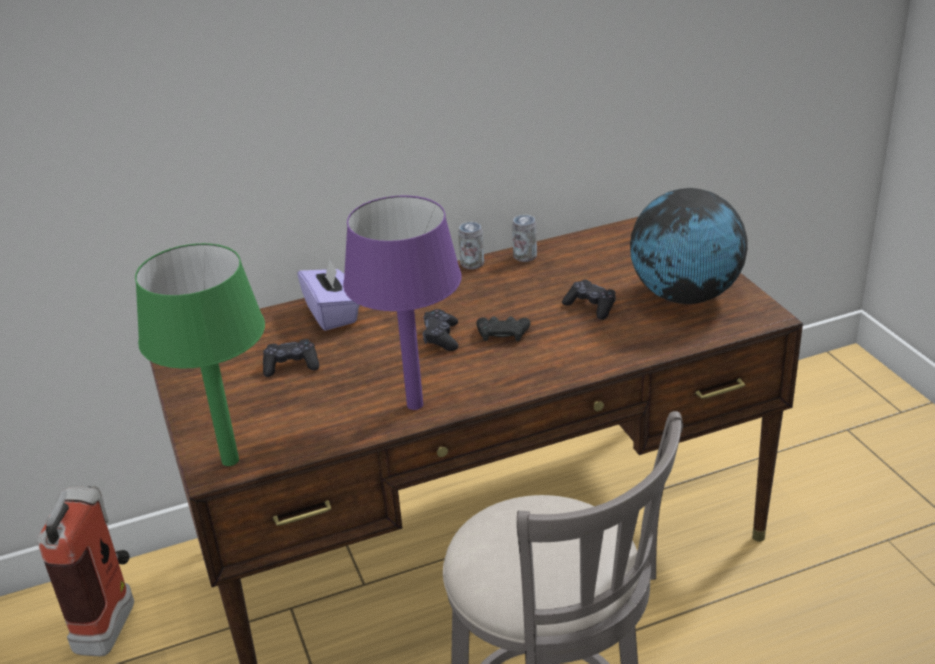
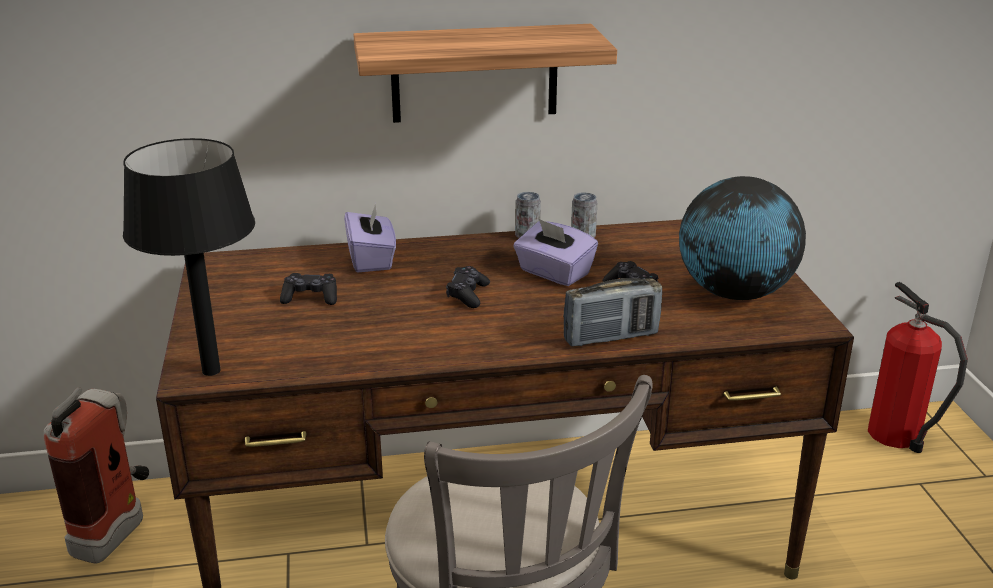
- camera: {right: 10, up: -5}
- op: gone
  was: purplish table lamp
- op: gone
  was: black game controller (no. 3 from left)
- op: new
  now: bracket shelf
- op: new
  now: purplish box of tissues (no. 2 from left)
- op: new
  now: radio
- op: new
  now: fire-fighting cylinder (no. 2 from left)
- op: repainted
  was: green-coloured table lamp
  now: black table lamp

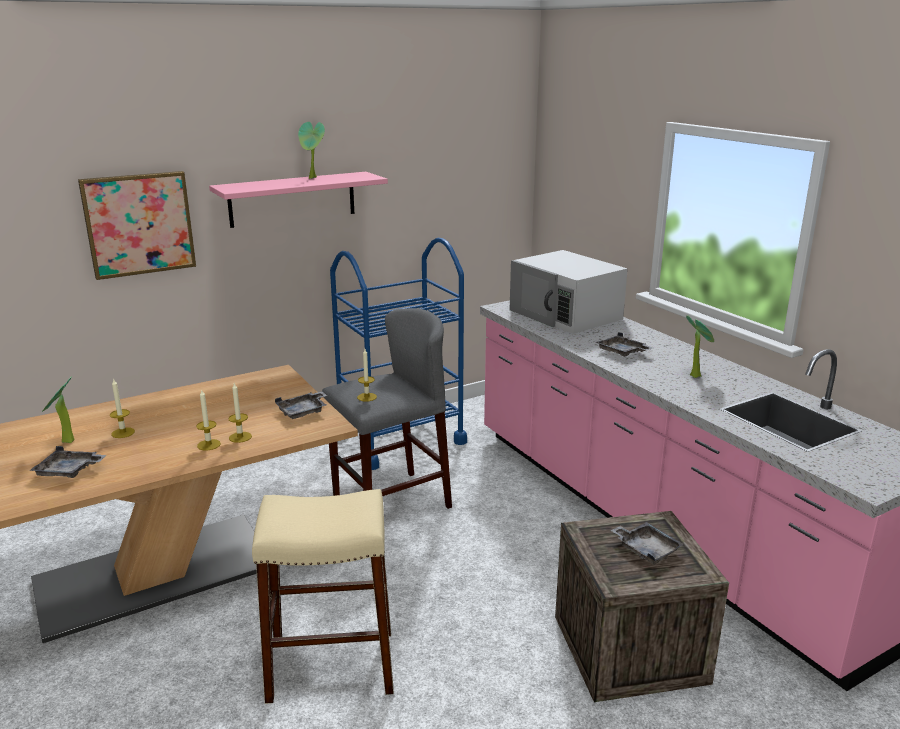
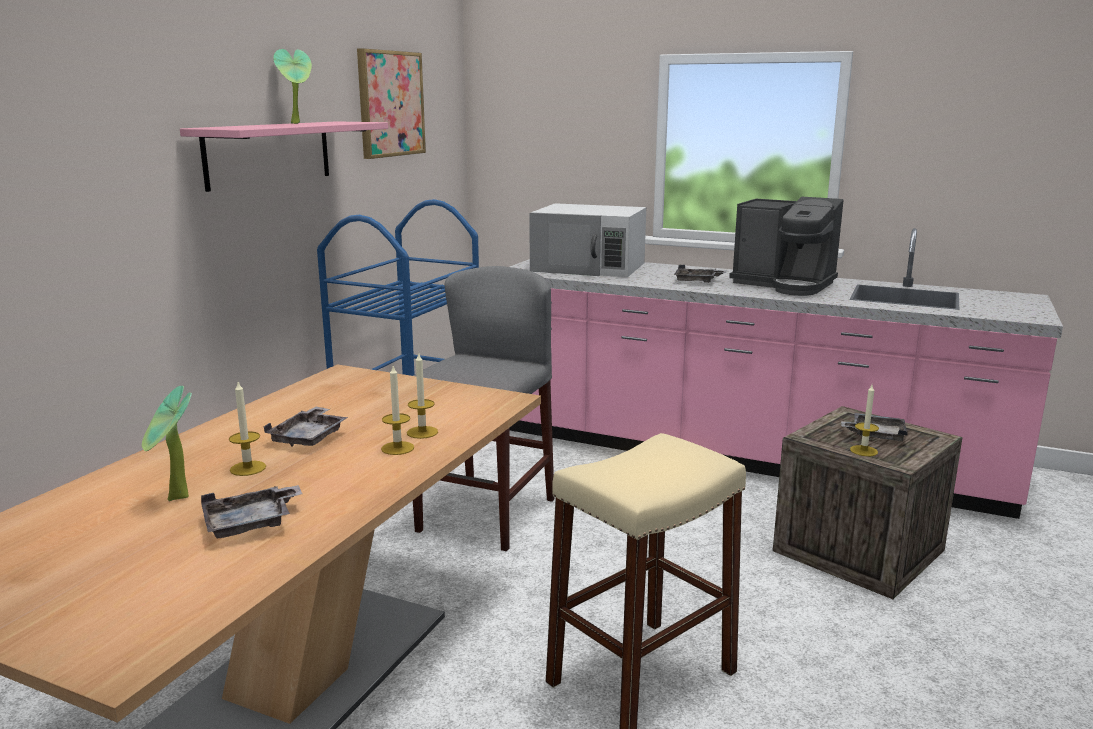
- camera: {right: -35, up: -5}
- op: shifted
  was: wall picture
- op: shifted
  was: gray carrying tray (no. 2 from left)
- op: shifted
  was: candle (no. 4 from left)
- op: swapped
  was: plant in a pot (no. 3 from left)
  now: coffee machine

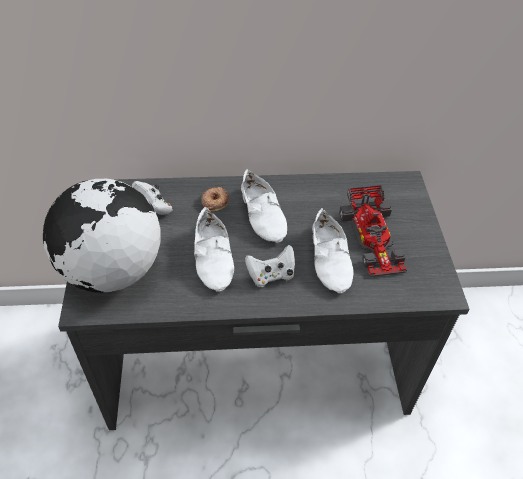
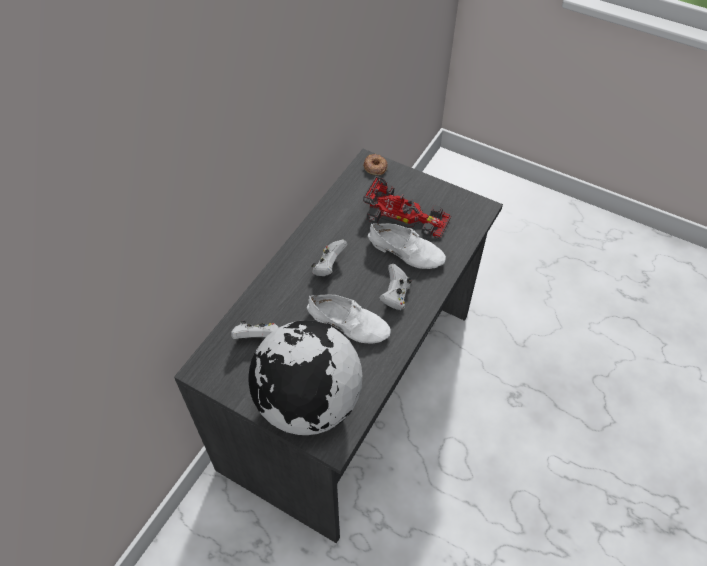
- camera: {right: -55, up: 5}
- op: shifted
  was: doughnut
- op: swapped
  was: white-coloured shoe (no. 2 from left)
  now: white-coloured game controller (no. 2 from left)

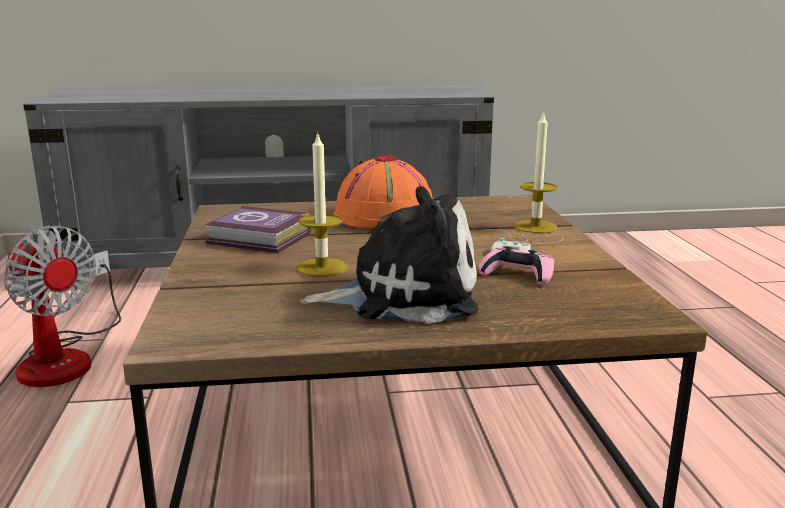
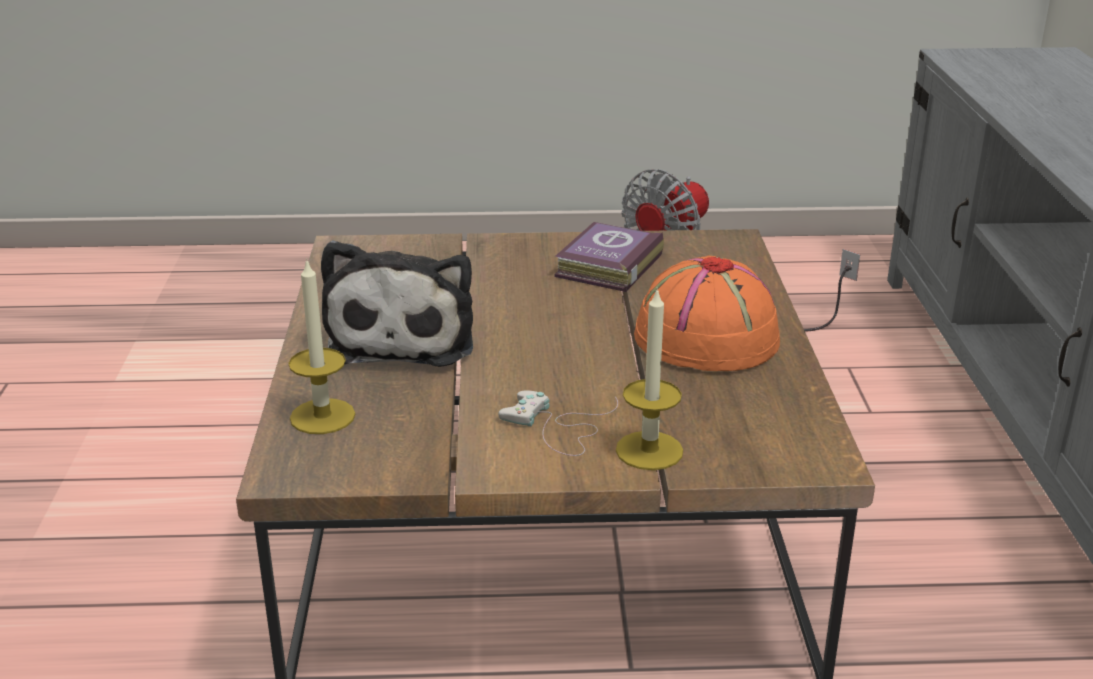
- camera: {right: 95, up: 10}
- op: gone
  was: pink-coloured game controller
- op: shifted
  was: candle (no. 1 from left)

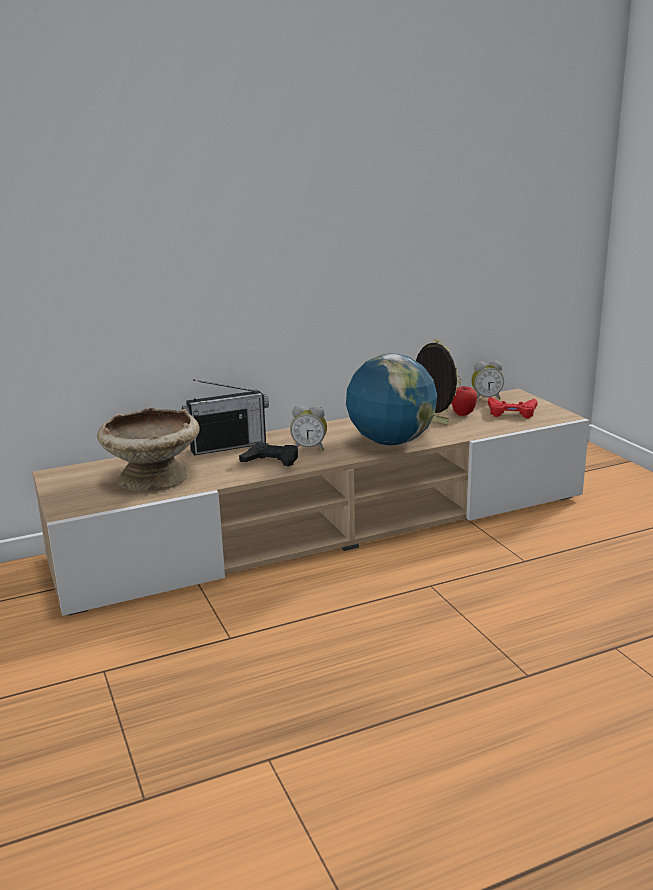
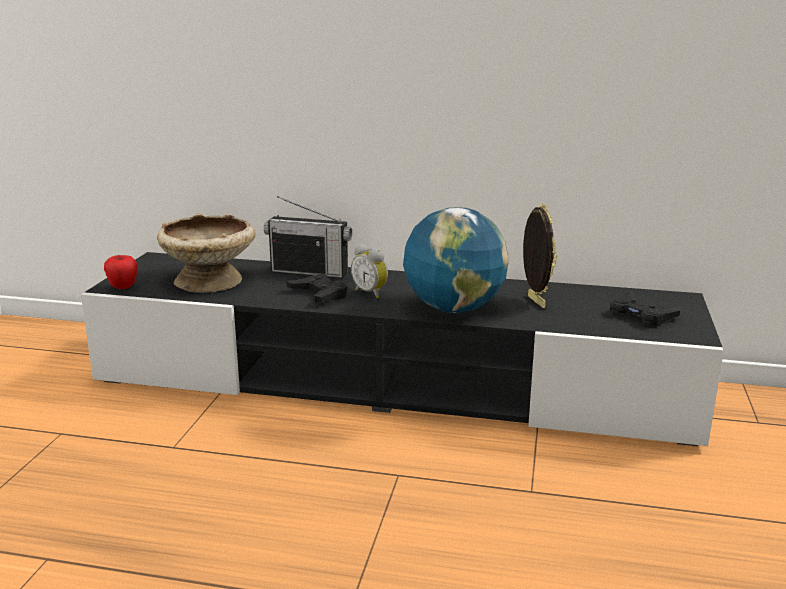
- camera: {right: 35, up: 0}
- op: gone
  was: bedside clock (no. 2 from left)
- op: shifted
  was: whole apple
- op: repainted
  was: beige-coloured tv unit
  now: black tv unit
- op: repainted
  was: red-coloured game controller
  now: black game controller (no. 2 from left)

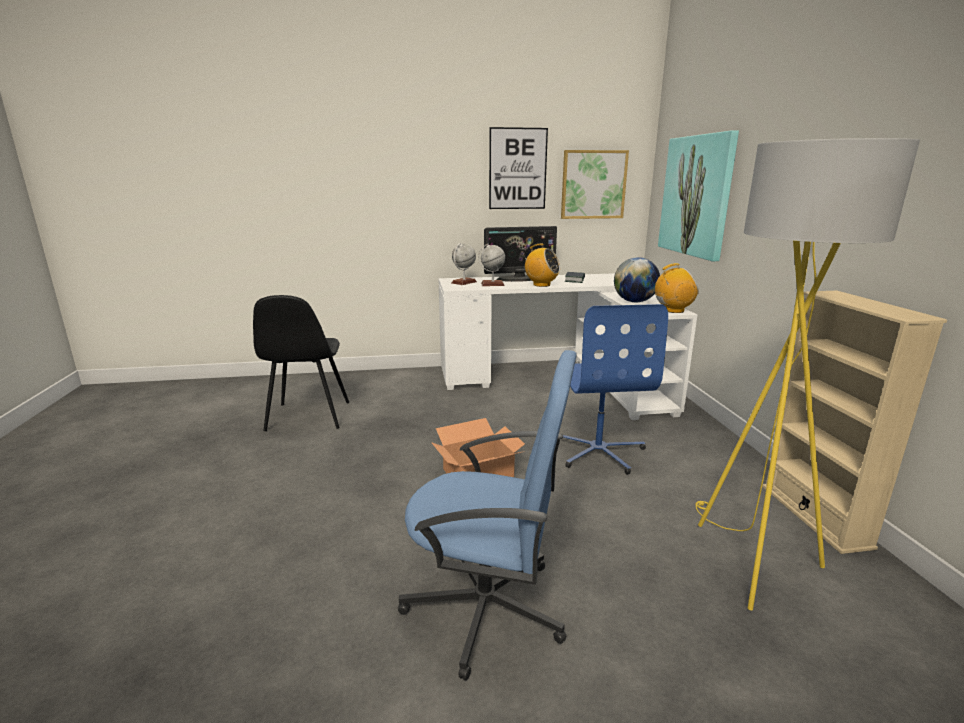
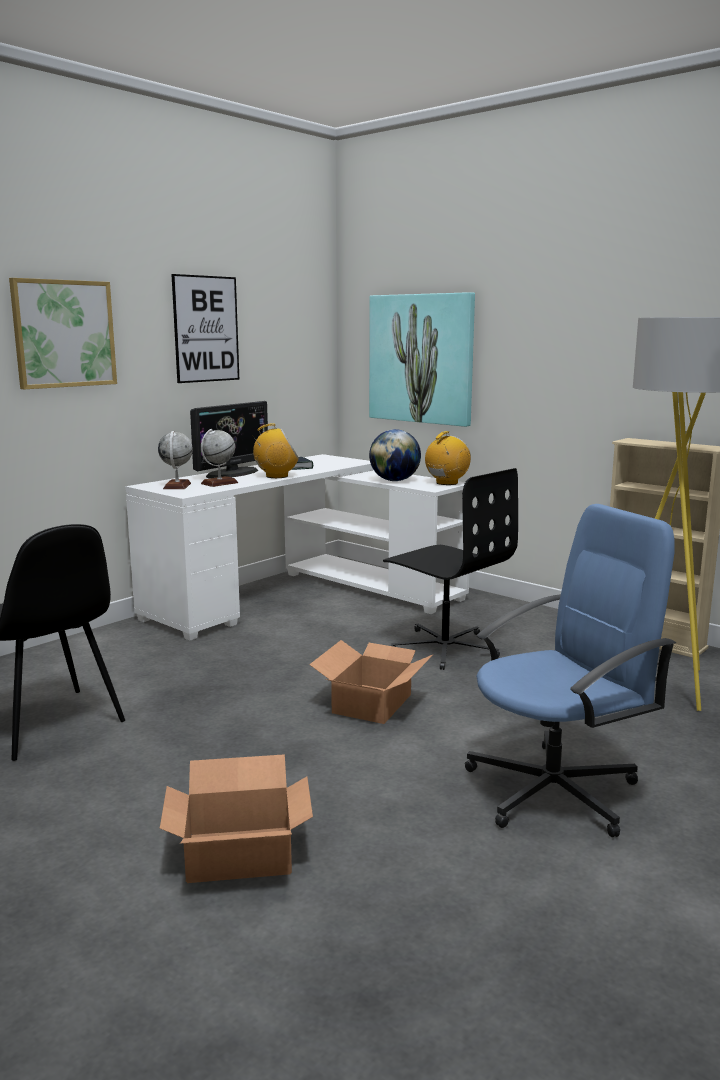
- camera: {right: -40, up: -5}
- op: new
  now: packing box (no. 1 from left)
- op: shifted
  was: wall picture (no. 2 from left in the first image)
  now: wall picture (no. 1 from left)
- op: repainted
  was: bluish office chair (no. 2 from left)
  now: black office chair

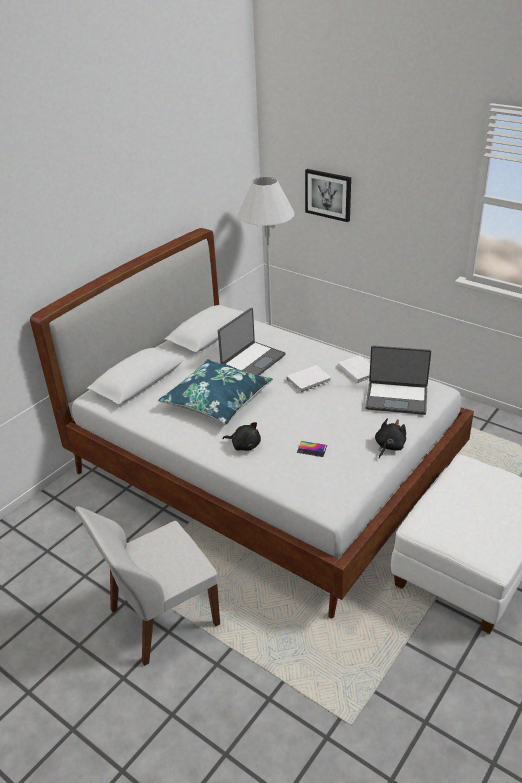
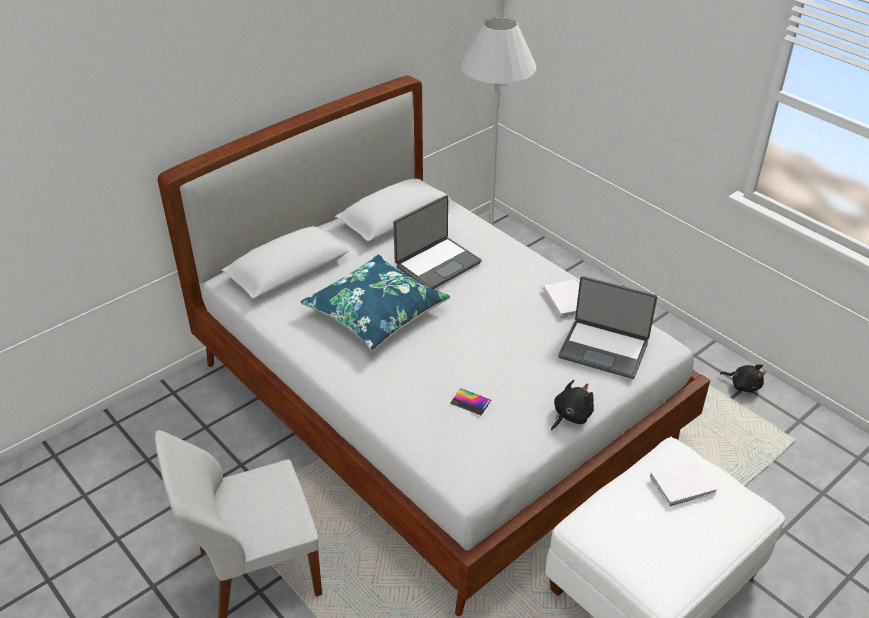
- camera: {right: 10, up: 5}
- op: gone
  was: wall picture
- op: shifted
  was: black soft toy (no. 1 from left in the first image)
  now: black soft toy (no. 2 from left)
- op: shifted
  was: white-coloured volume (no. 1 from left in the first image)
  now: white-coloured volume (no. 2 from left)

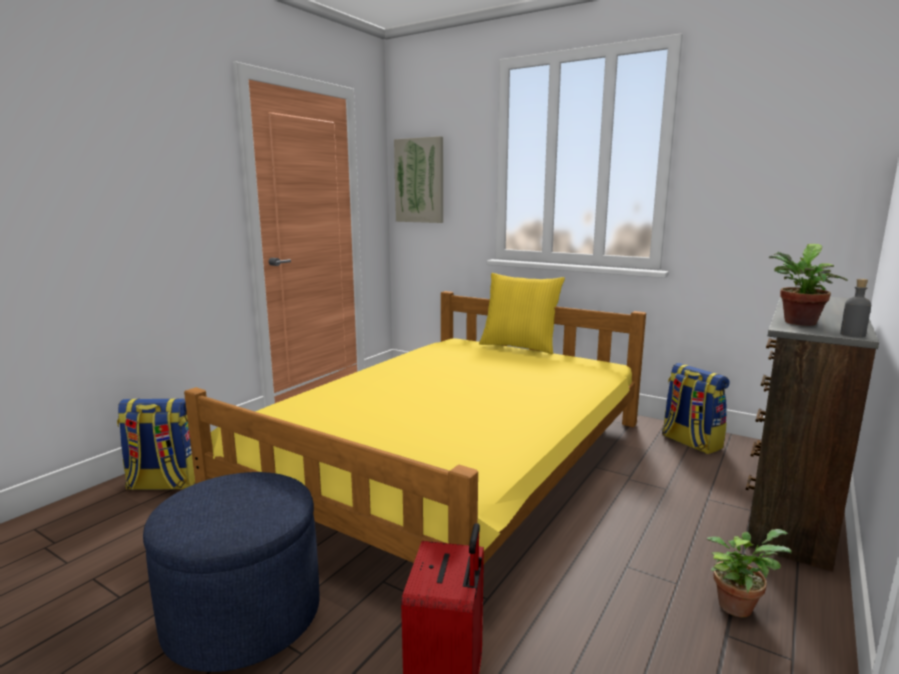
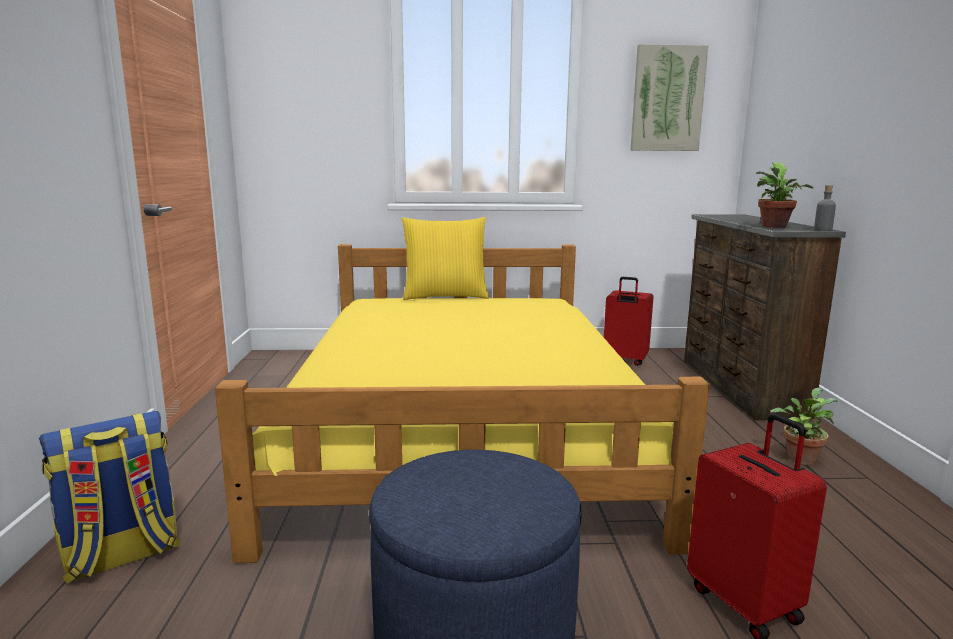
- camera: {right: -35, up: 0}
- op: shifted
  was: wall picture
- op: swapped
  was: rucksack (no. 2 from left)
  now: red-coloured piece of luggage (no. 1 from left)

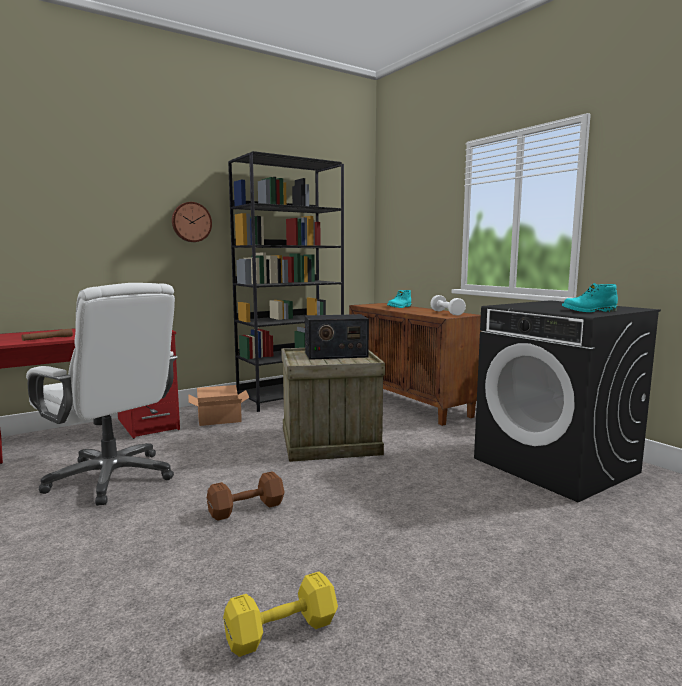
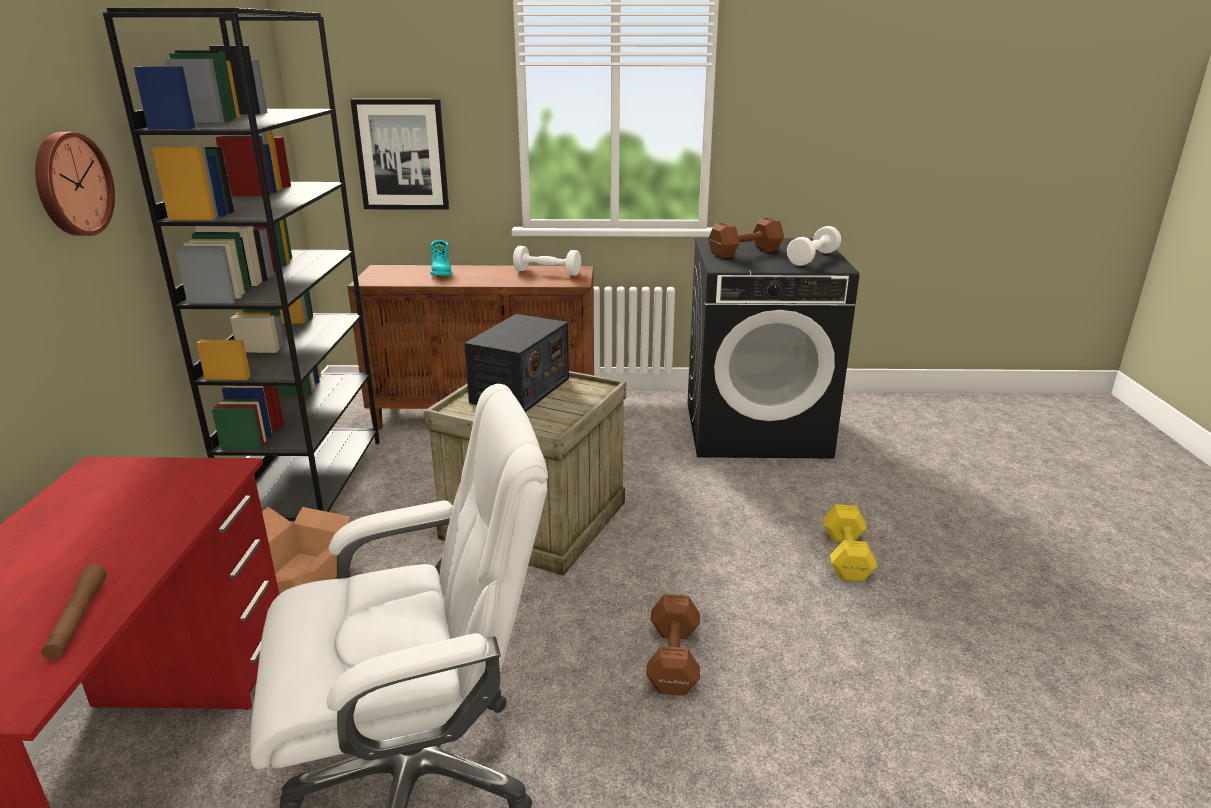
- camera: {right: -55, up: 15}
- op: new
  now: wall picture
- op: new
  now: brownish hand weight (no. 2 from left)
- op: shifted
  was: yellow-coloured hand weight
- op: swapped
  was: turquoise boot (no. 2 from left)
  now: white-coloured hand weight (no. 2 from left)

